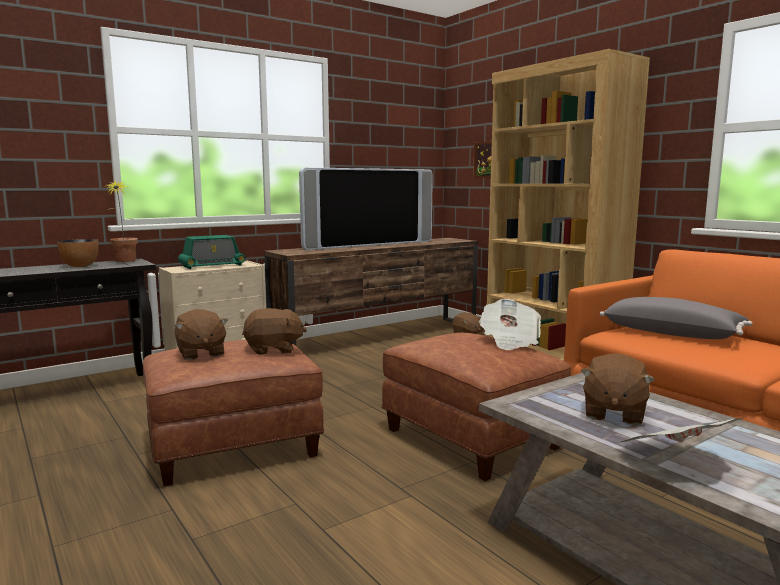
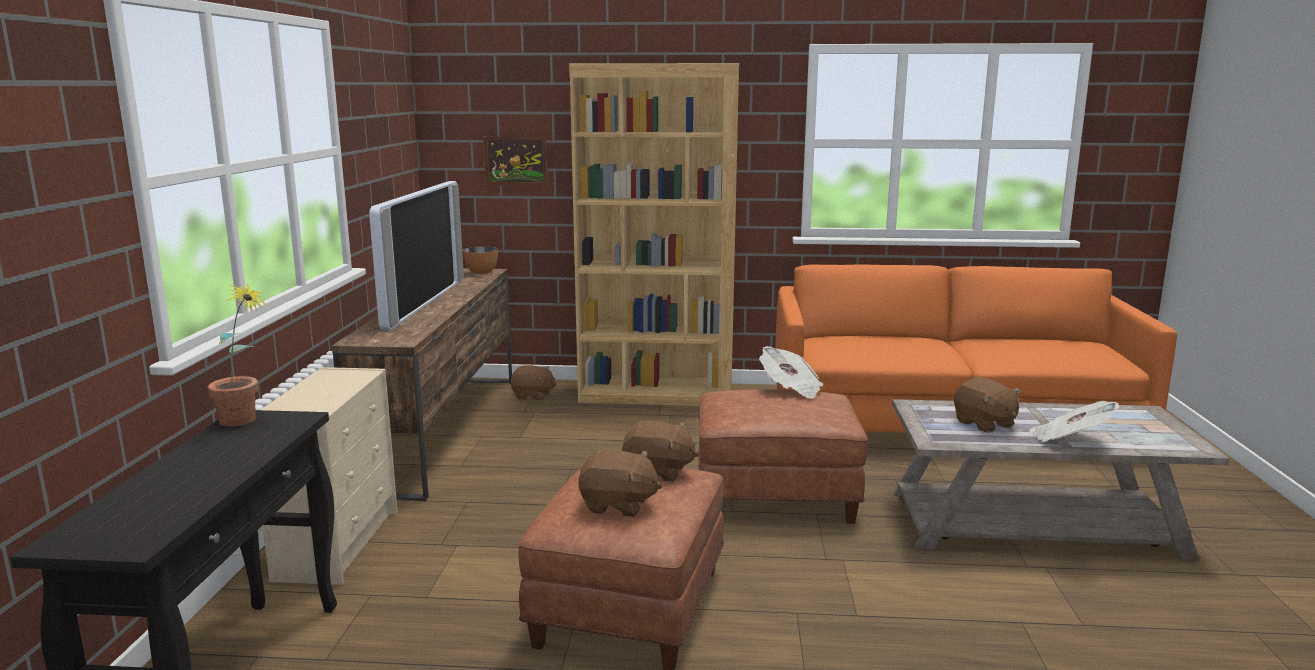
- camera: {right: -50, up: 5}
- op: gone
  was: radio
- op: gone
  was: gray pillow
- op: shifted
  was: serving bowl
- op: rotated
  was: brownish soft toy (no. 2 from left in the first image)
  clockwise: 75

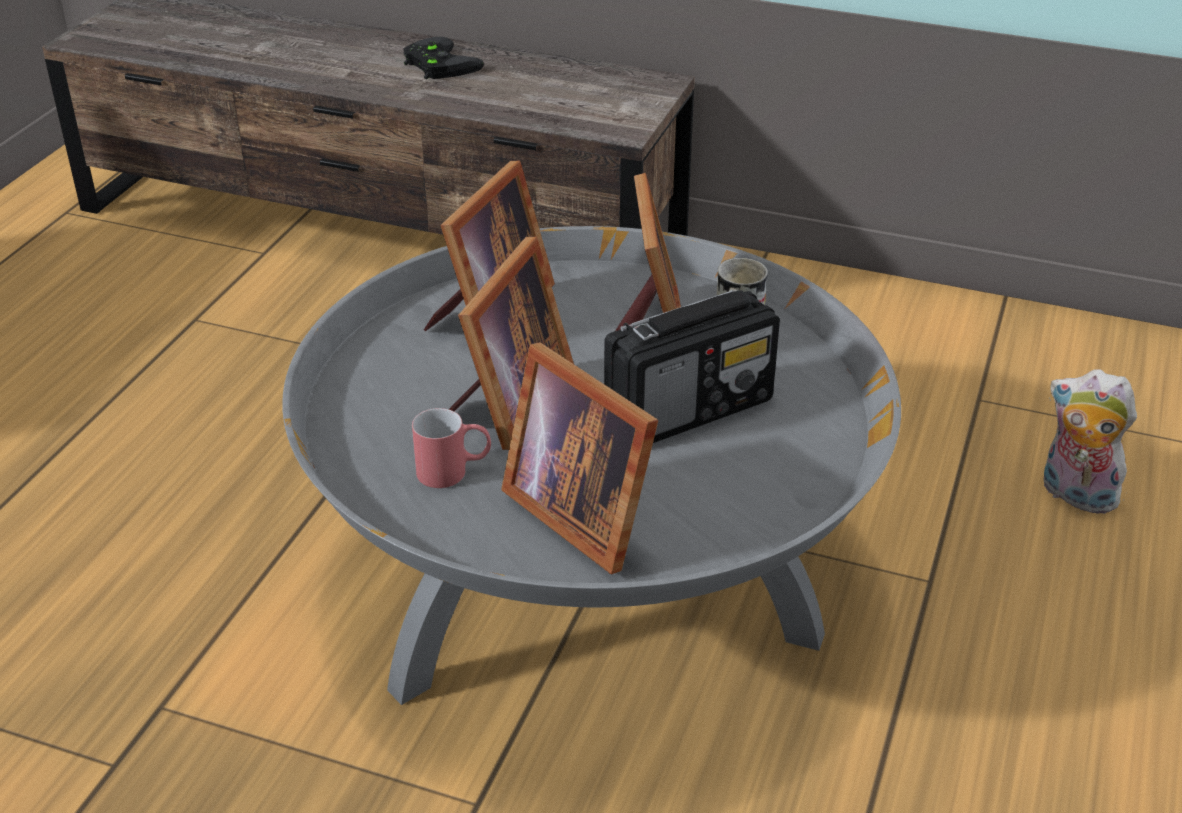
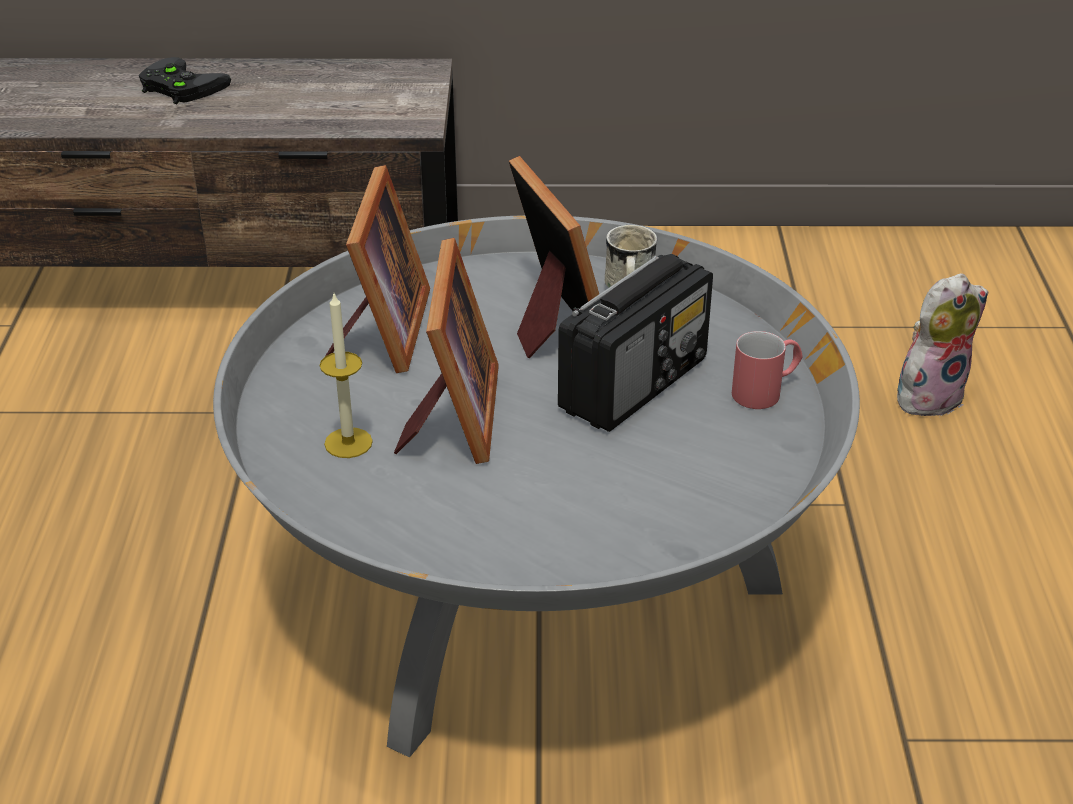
- camera: {right: -20, up: 0}
- op: gone
  was: photo frame (no. 3 from left)
- op: new
  now: candle
- op: shifted
  was: red-coloured tea mug
- op: rotated
  was: soft toy
  clockwise: 135

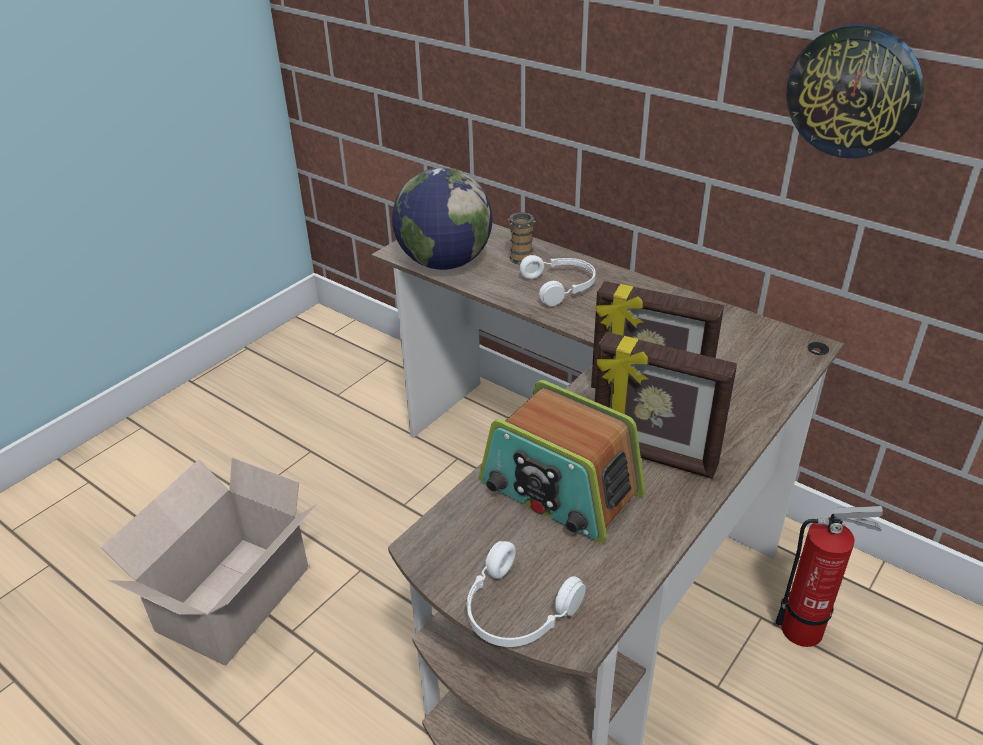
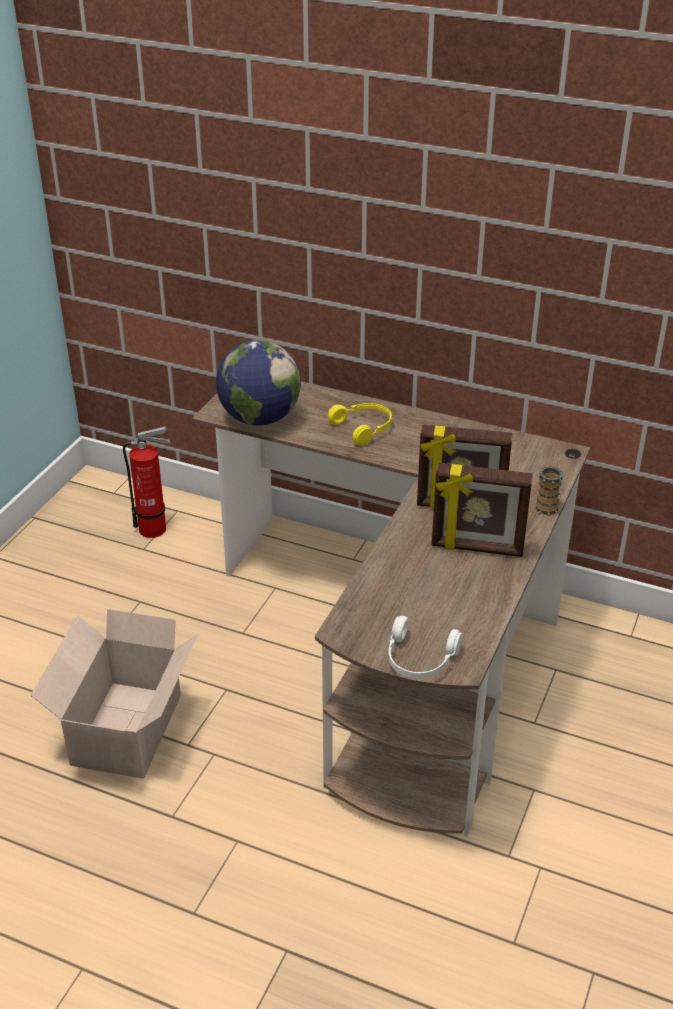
- camera: {right: -15, up: 0}
- op: gone
  was: radio
- op: gone
  was: clock on the wall
- op: shifted
  was: tea mug
- op: shifted
  was: fire-fighting cylinder
- op: repainted
  was: white-coloured pair of headphones (no. 2 from left)
  now: yellow-coloured pair of headphones

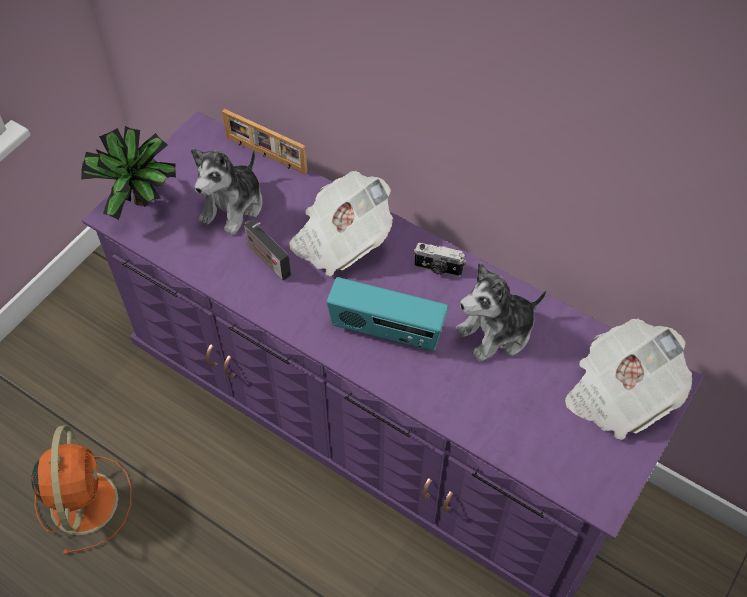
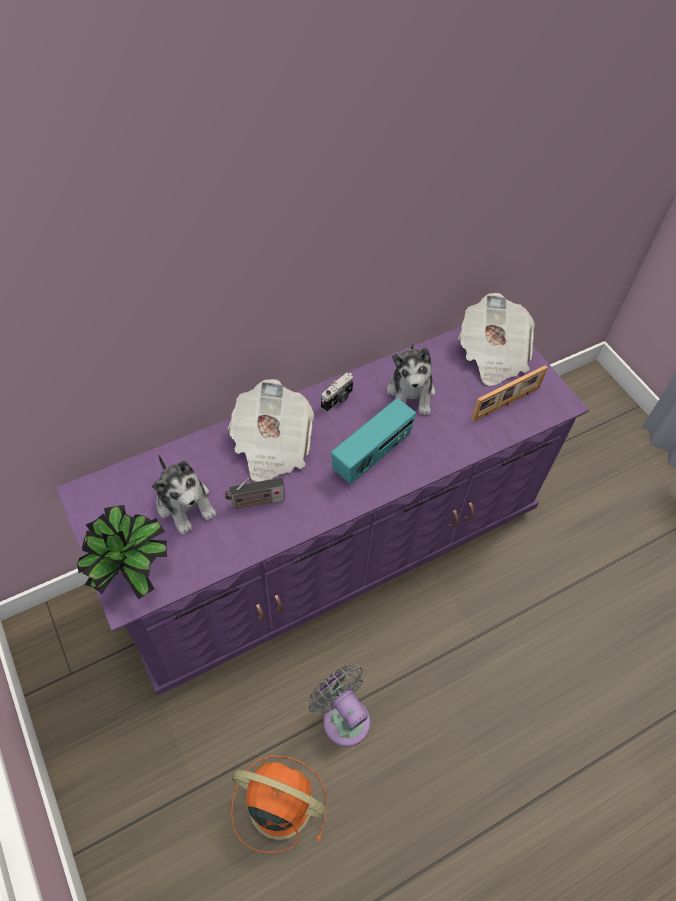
- camera: {right: -65, up: 0}
- op: new
  now: gray fan
- op: shifted
  was: photo frame

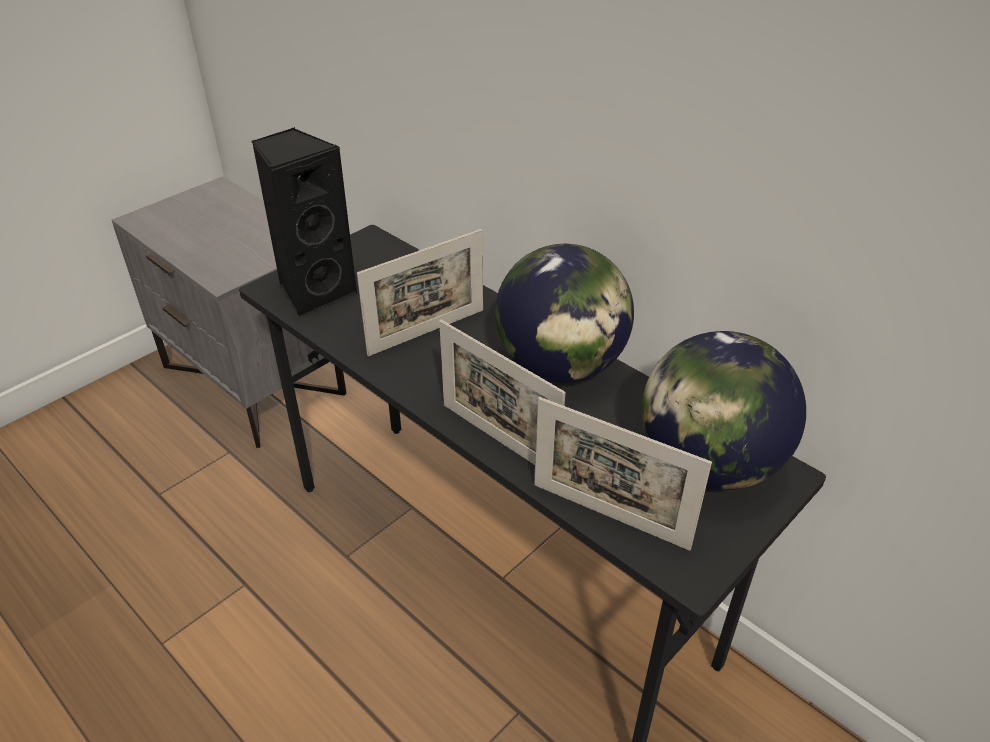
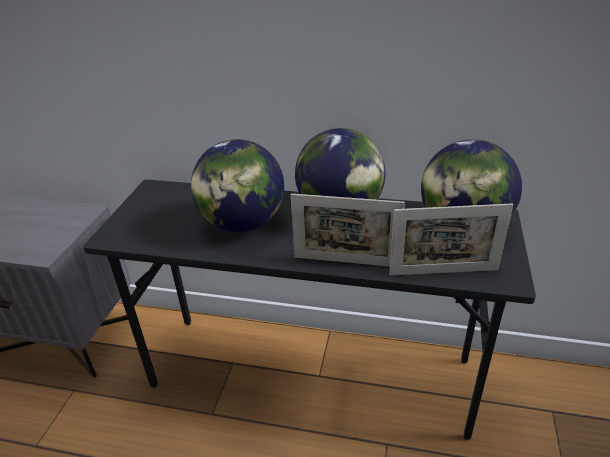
- camera: {right: -30, up: -5}
- op: gone
  was: black loudspeaker
- op: swapped
  was: photo frame (no. 1 from left)
  now: globe (no. 1 from left)

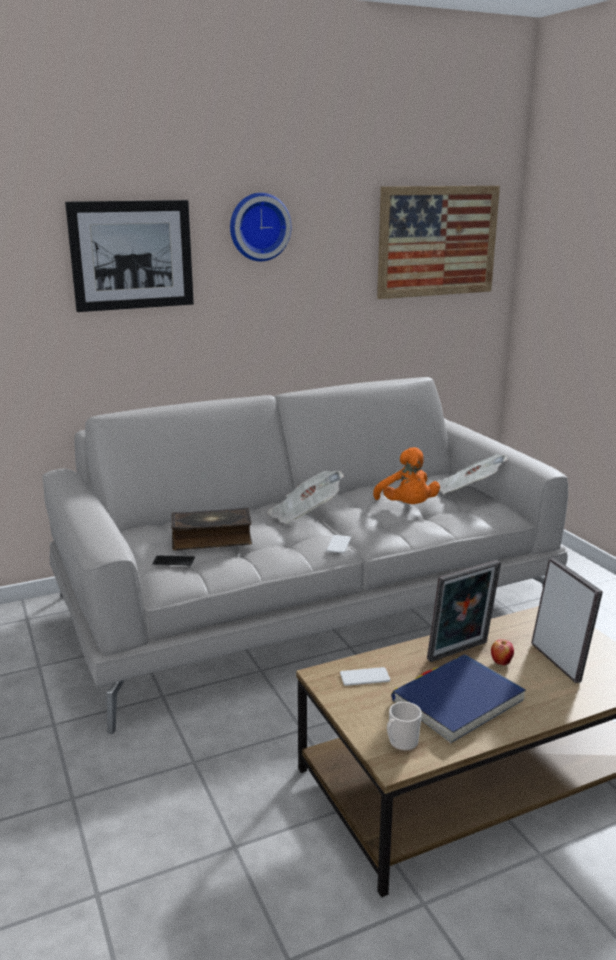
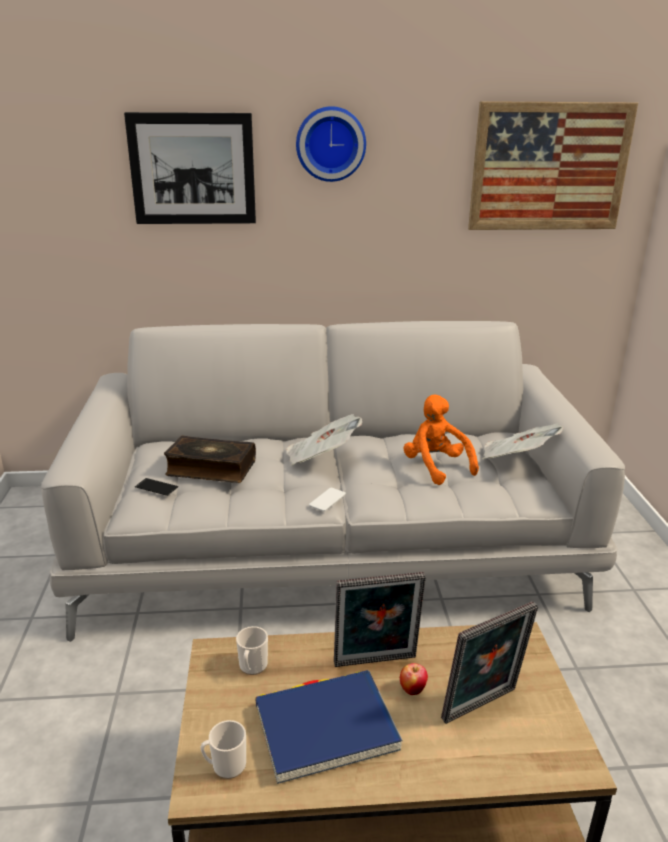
- camera: {right: 20, up: 5}
- op: swapped
  was: telephone (no. 3 from left)
  now: tea mug (no. 2 from left)
- op: rotated
  was: orangey soft toy
  clockwise: 150
- op: rotated
  was: photo frame (no. 2 from left)
  clockwise: 60

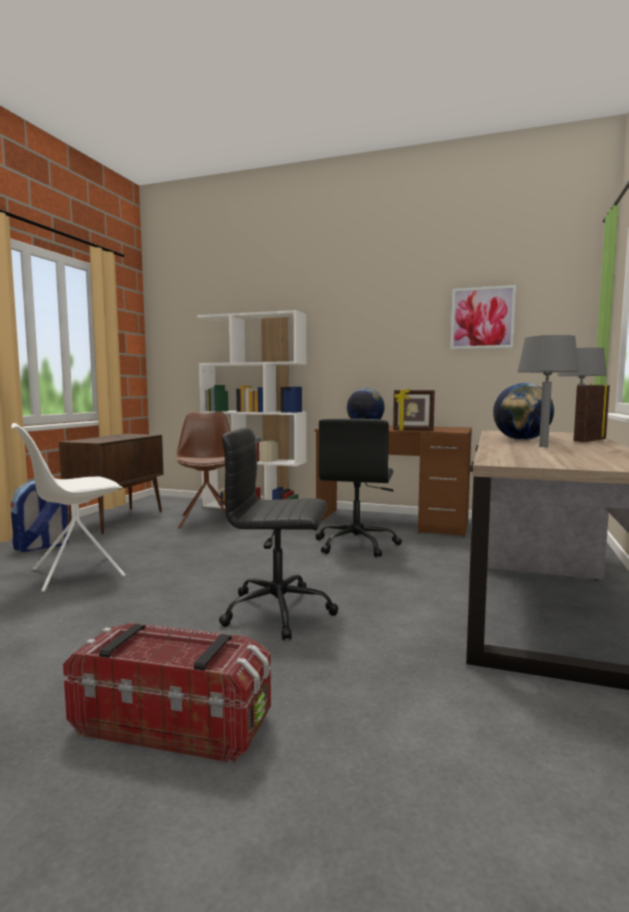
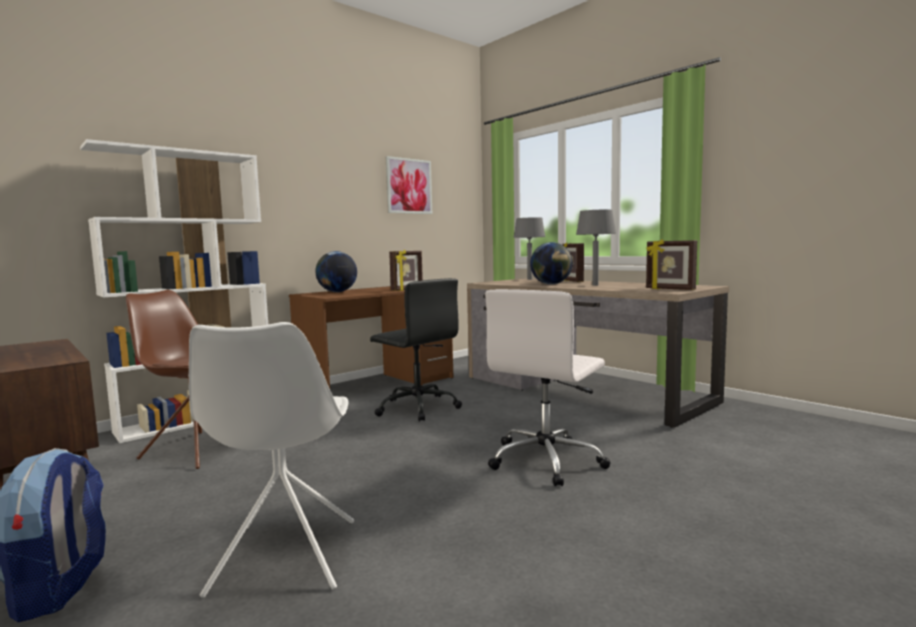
- camera: {right: -60, up: 0}
- op: gone
  was: storage box
- op: new
  now: photo frame (no. 3 from left)
- op: repainted
  was: black office chair (no. 1 from left)
  now: white-coloured office chair

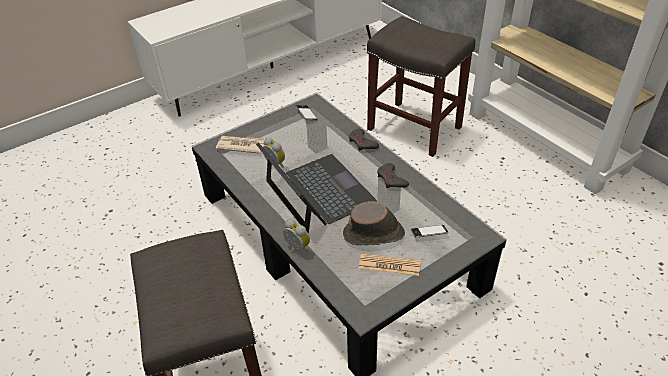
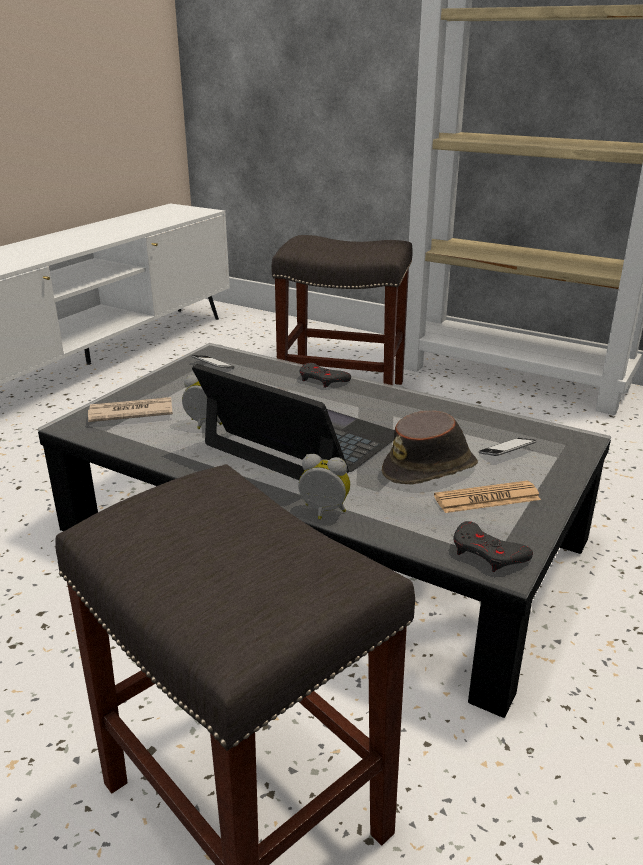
- camera: {right: -25, up: -15}
- op: shifted
  was: gray game controller (no. 2 from left)

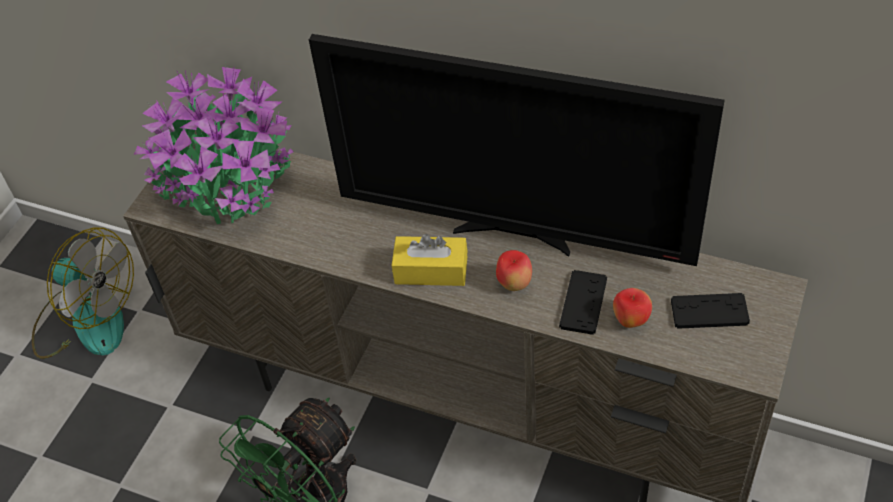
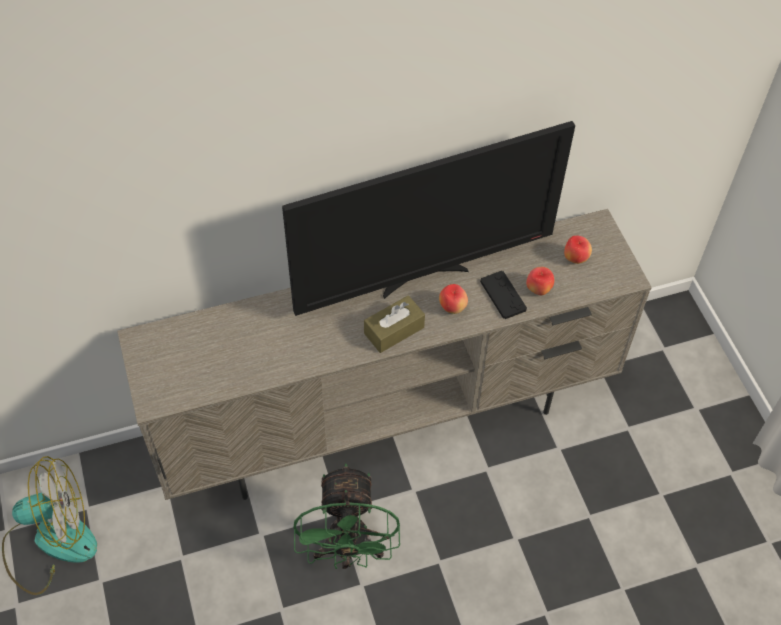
- camera: {right: -45, up: 5}
- op: gone
  was: plant in a pot
- op: swapped
  was: black game controller (no. 2 from left)
  now: whole apple (no. 3 from left)
- op: repainted
  was: yellow-coloured box of tissues
  now: brownish box of tissues

